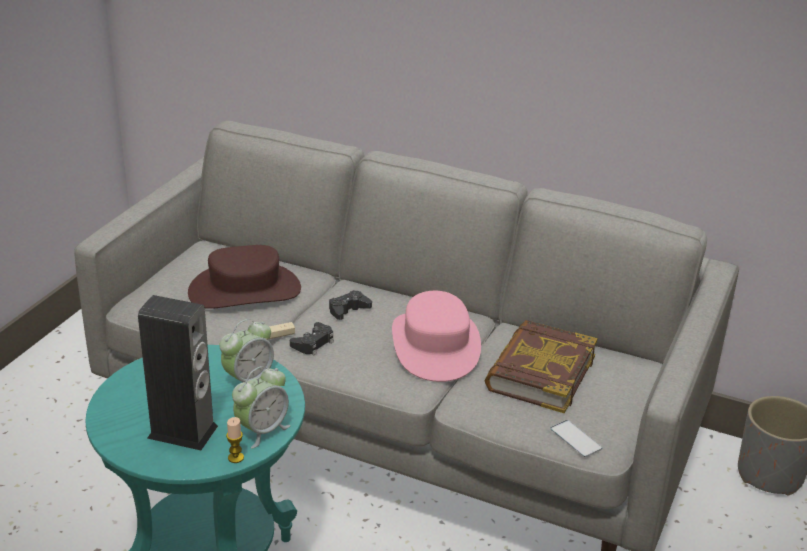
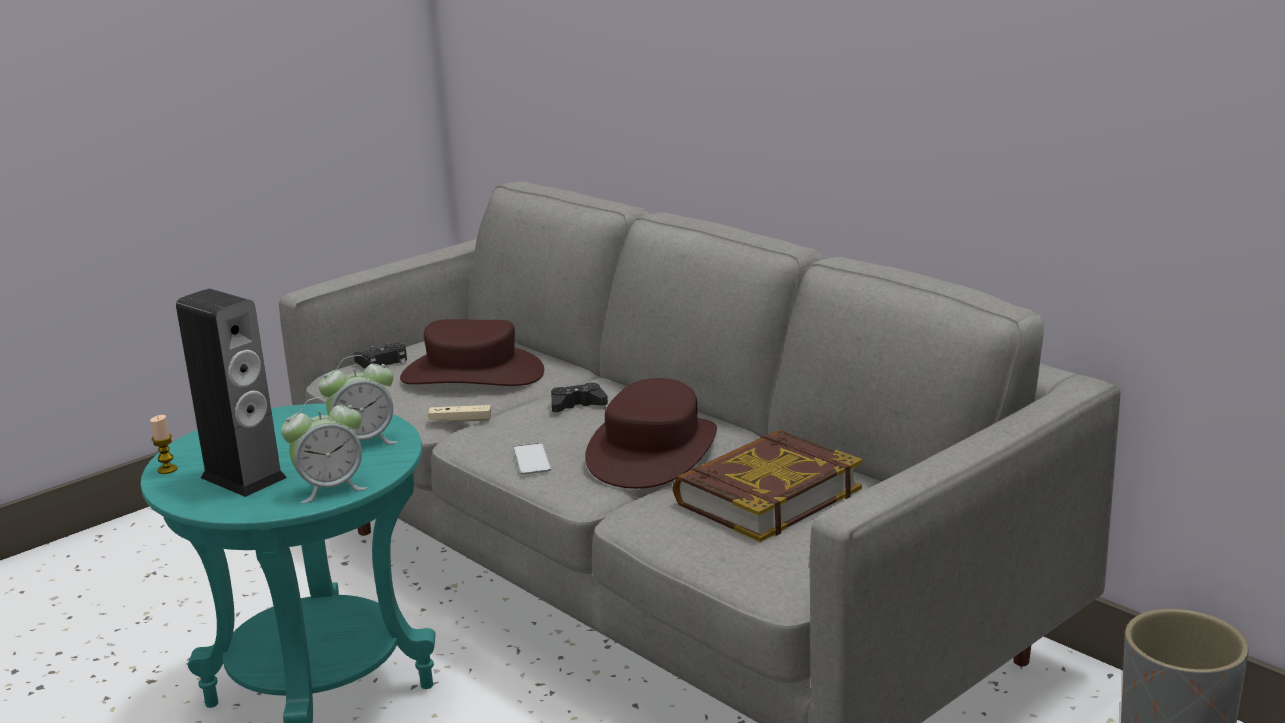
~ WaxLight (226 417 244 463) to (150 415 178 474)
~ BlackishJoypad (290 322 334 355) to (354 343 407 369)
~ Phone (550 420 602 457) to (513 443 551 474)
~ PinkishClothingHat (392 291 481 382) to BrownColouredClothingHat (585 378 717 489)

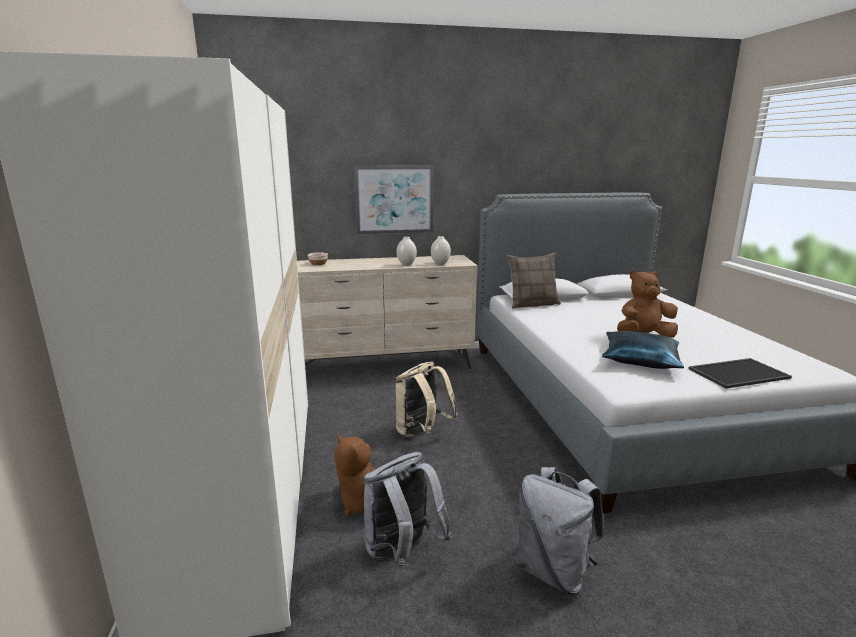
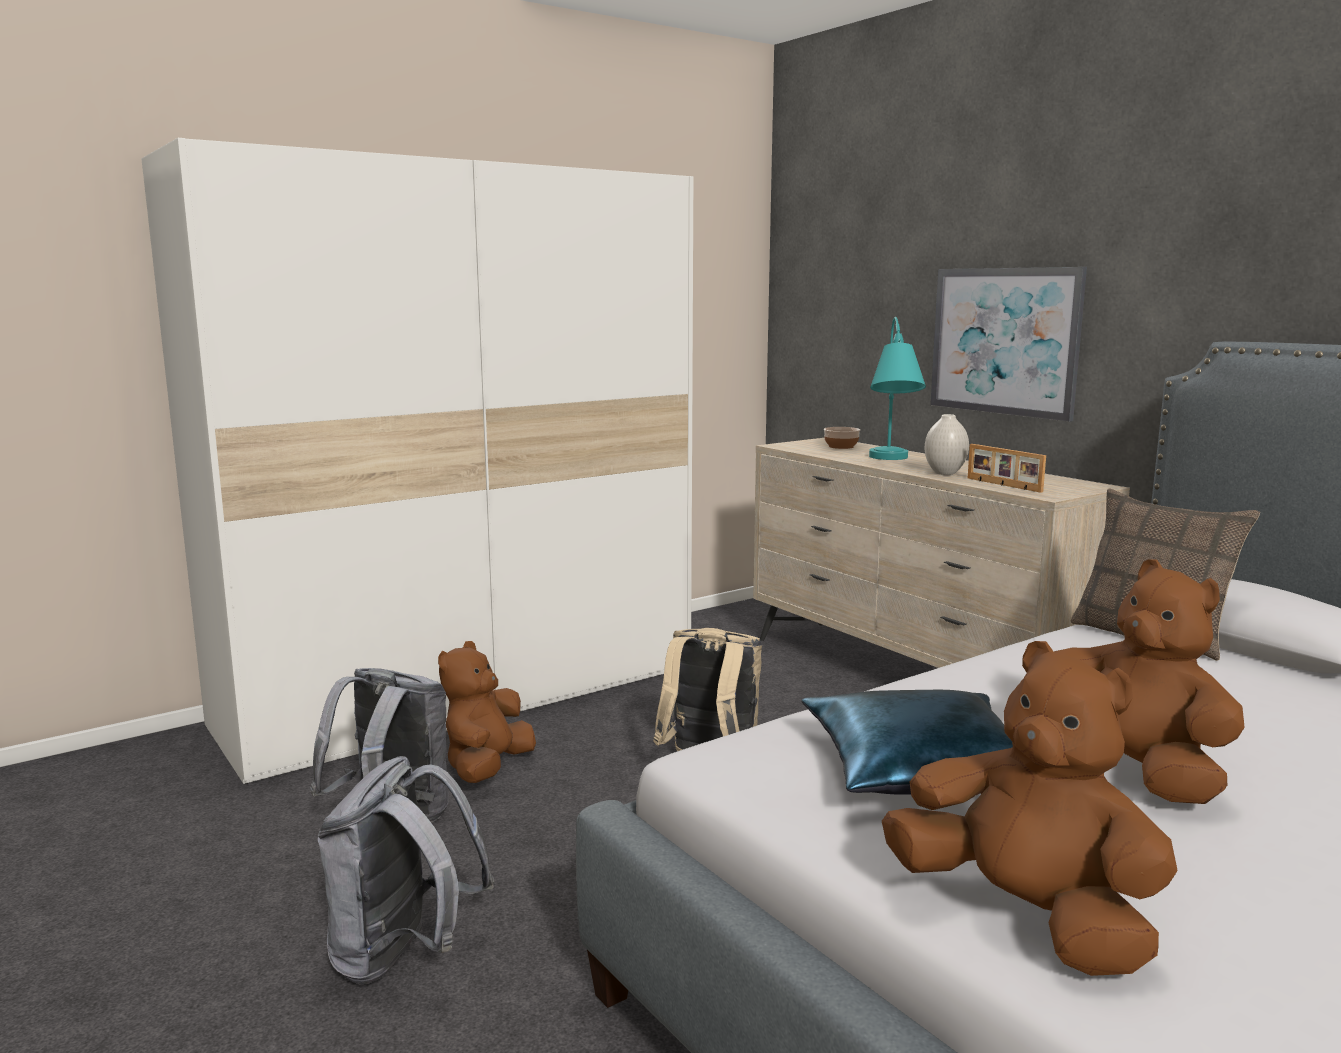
+ TurquoiseColouredTabletopLamp (869 317 926 460)
~ CarryingTray (688 358 792 389) to BrownColouredCuddlyToy (882 641 1178 976)
~ WhiteColouredVase (431 236 451 265) to PictureFrame (968 444 1046 493)

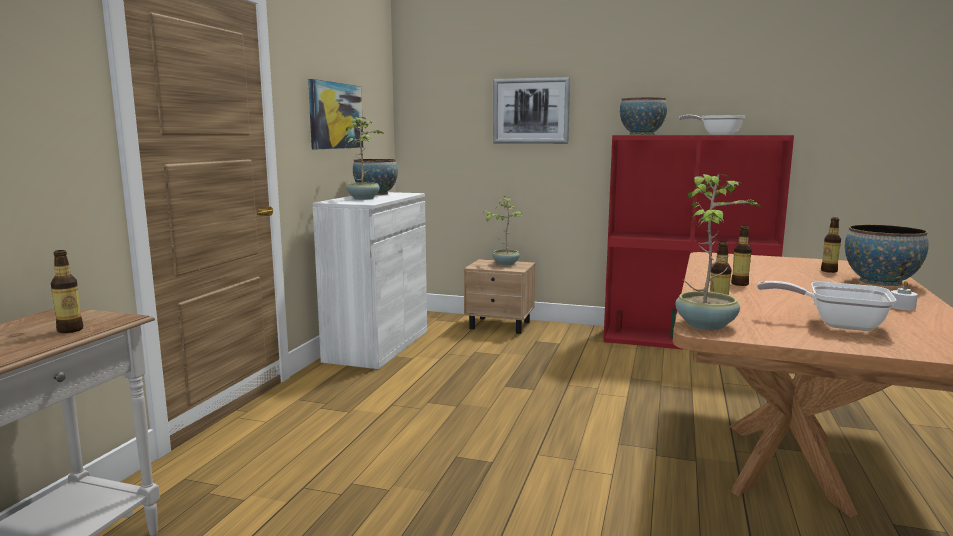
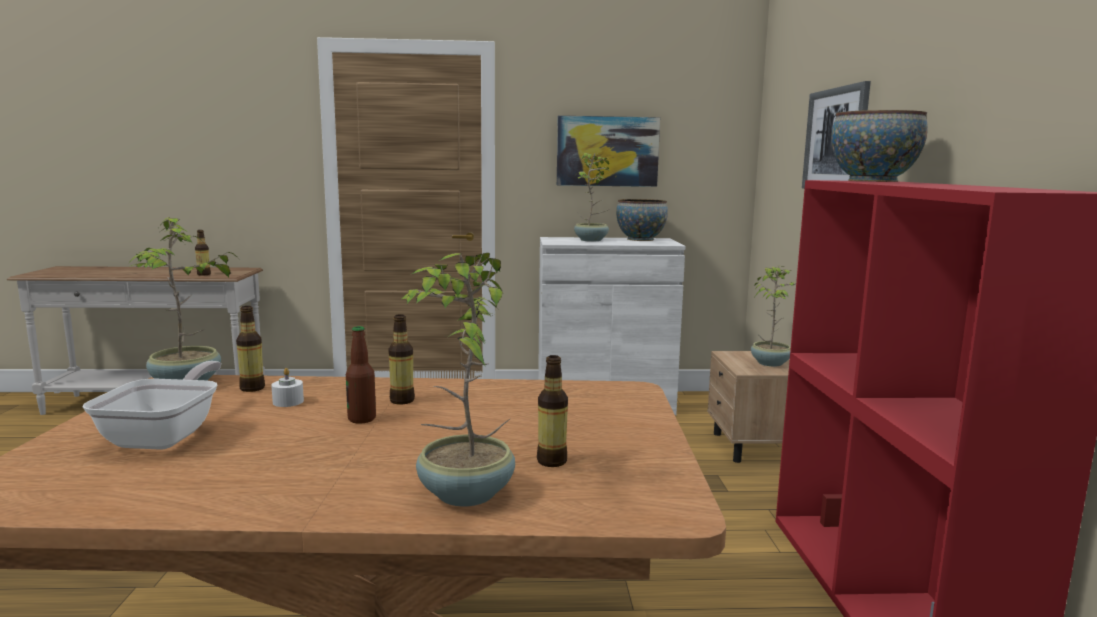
~ WhiteColouredWaxLight (891 281 918 310) to (271 368 304 407)
+ Bottle (346 326 376 424)
~ DeepDish (845 225 929 286) to Houseplant (401 253 515 506)
- Skillet (679 115 745 135)

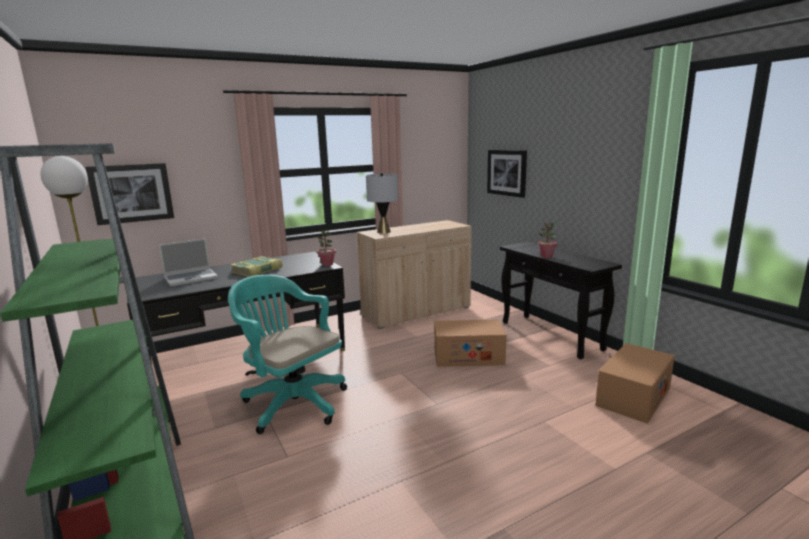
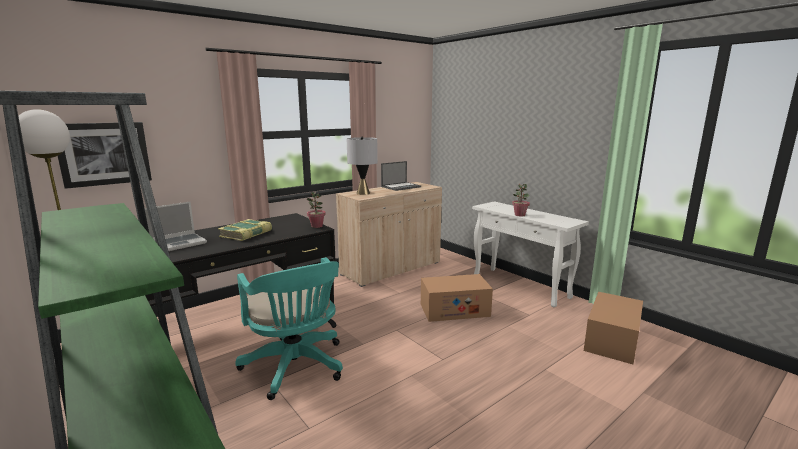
~ TurquoiseColouredDeskChair (228 275 347 434) = (235 257 343 400) 150 degrees counterclockwise
+ PortableComputer (381 161 421 191)
~ BlackishConsoleTable (500 242 622 359) to WhiteColouredConsoleTable (472 201 589 308)
- WallArt (487 150 527 198)

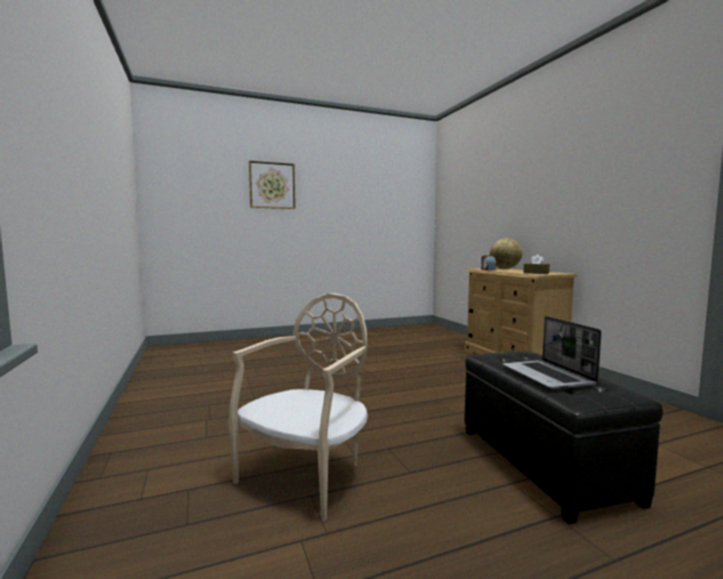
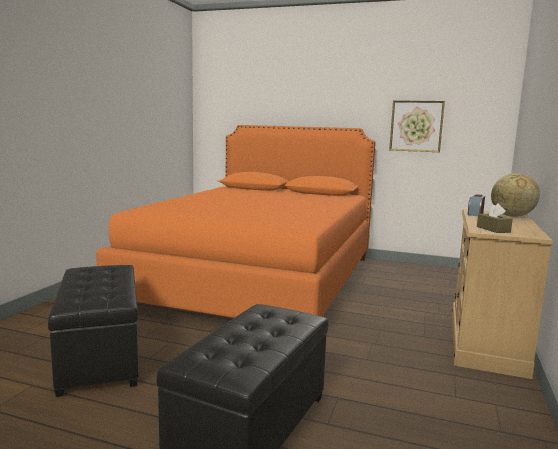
~ BeigeUprightChair (228 293 368 521) to BlackishPouffe (48 265 139 397)
+ OrangeyBed (96 125 376 318)
~ WallArt (249 161 295 209) to (389 100 445 152)
- PortableComputer (502 316 602 390)

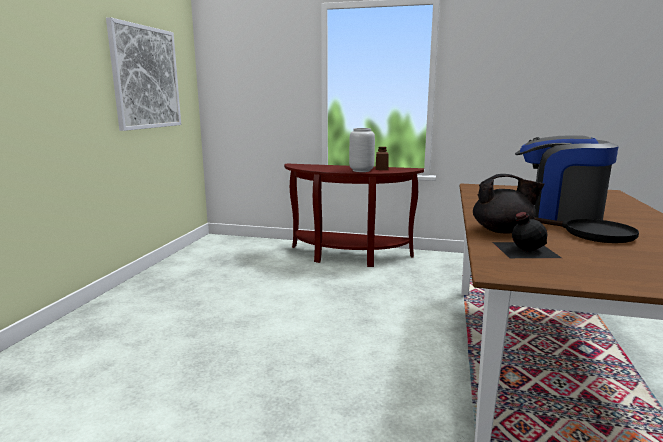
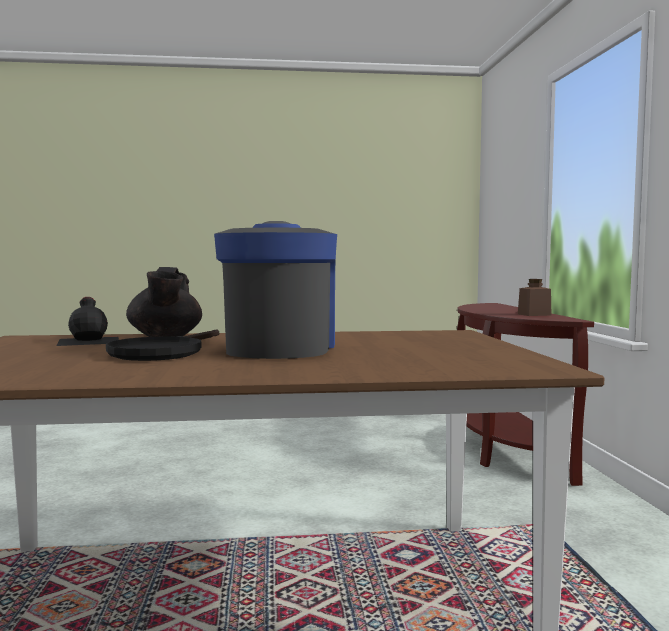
- WallArt (106 17 181 131)
- GrayVase (349 128 375 172)

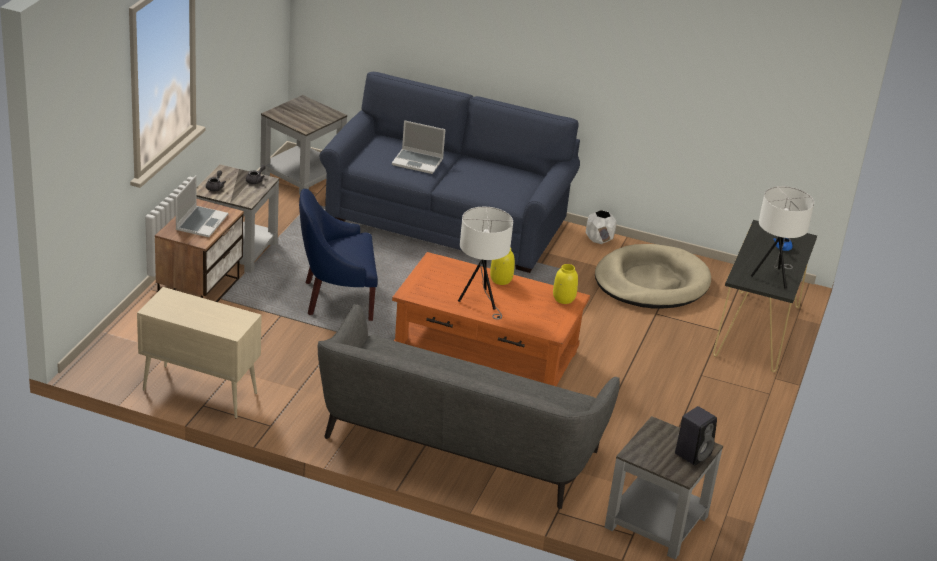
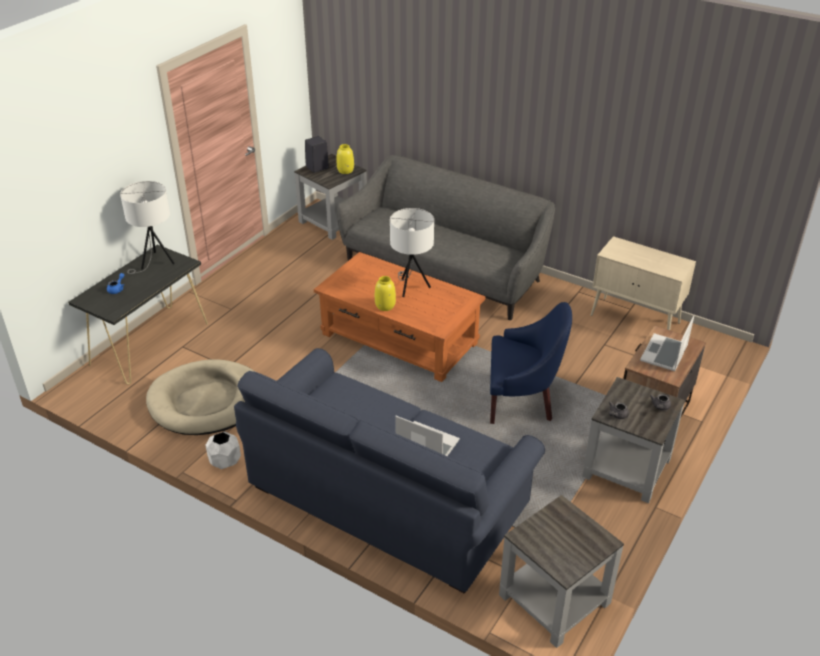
~ YellowishVase (553 264 578 304) to (336 144 354 174)

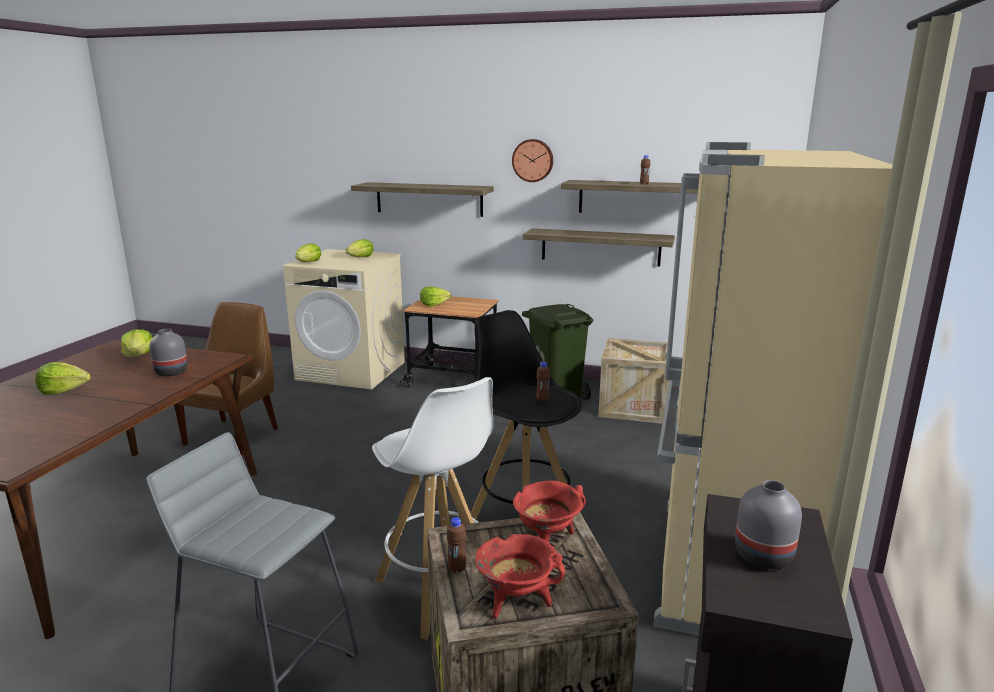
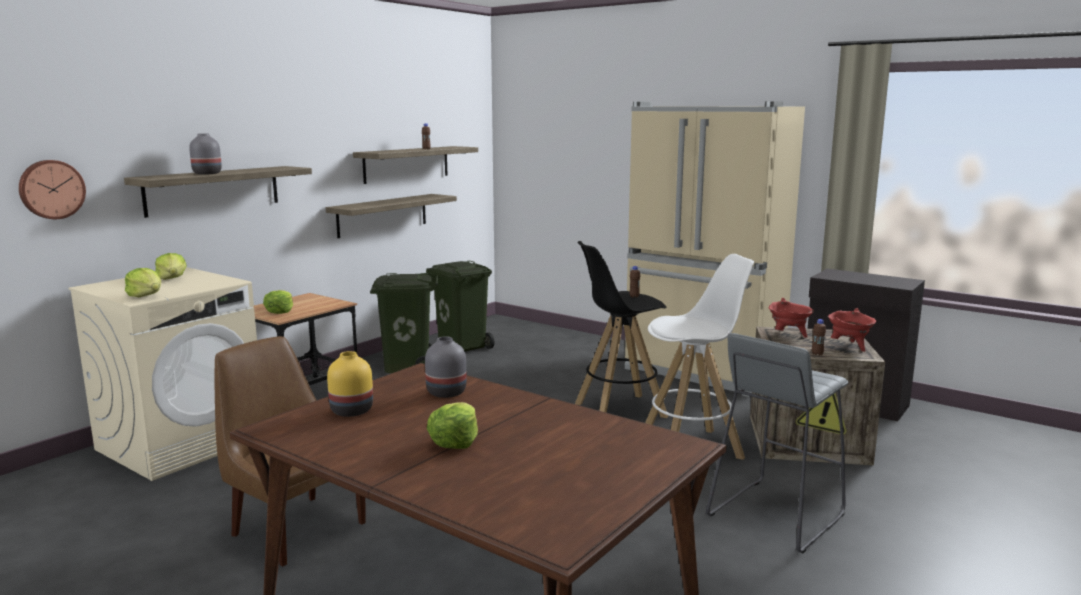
~ WallClock (512 139 553 182) to (19 160 86 219)
~ GrayVase (735 480 802 569) to (189 133 222 174)
~ HeadOfLettuce (121 329 153 357) to YellowishVase (327 351 373 417)
~ Crate (598 338 669 424) to GreenColouredTrashCan (426 261 494 351)

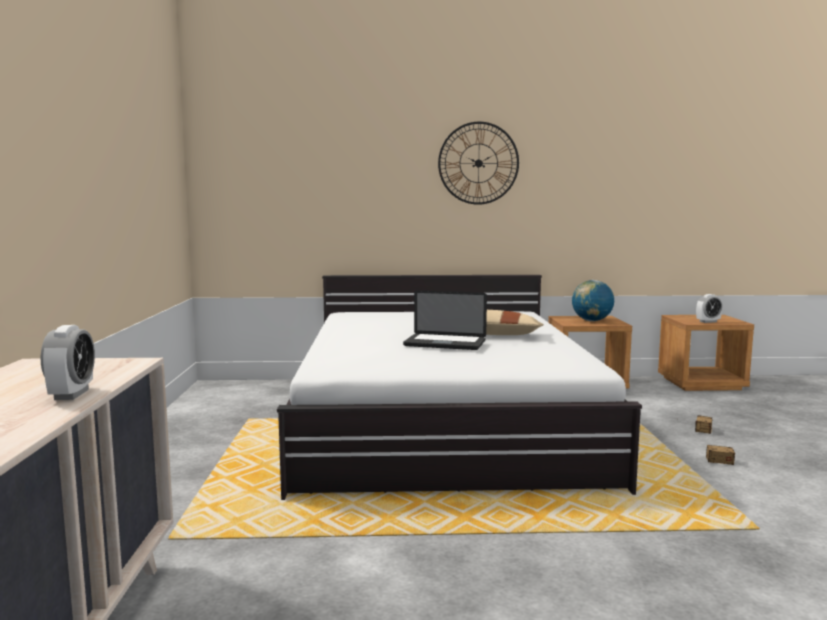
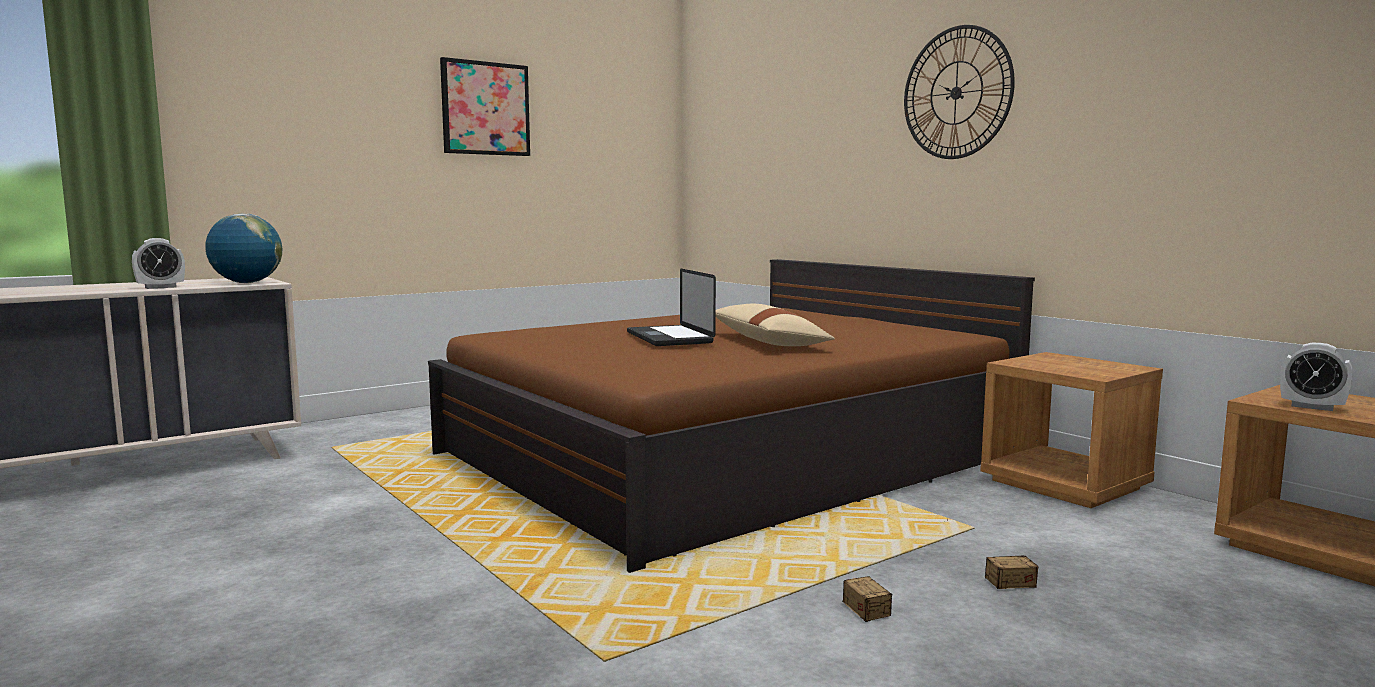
~ WorldGlobe (572 280 614 321) to (205 214 282 283)
~ WhiteColouredBed (277 275 642 500) to BrownColouredBed (428 259 1035 573)
+ WallArt (440 57 530 156)

